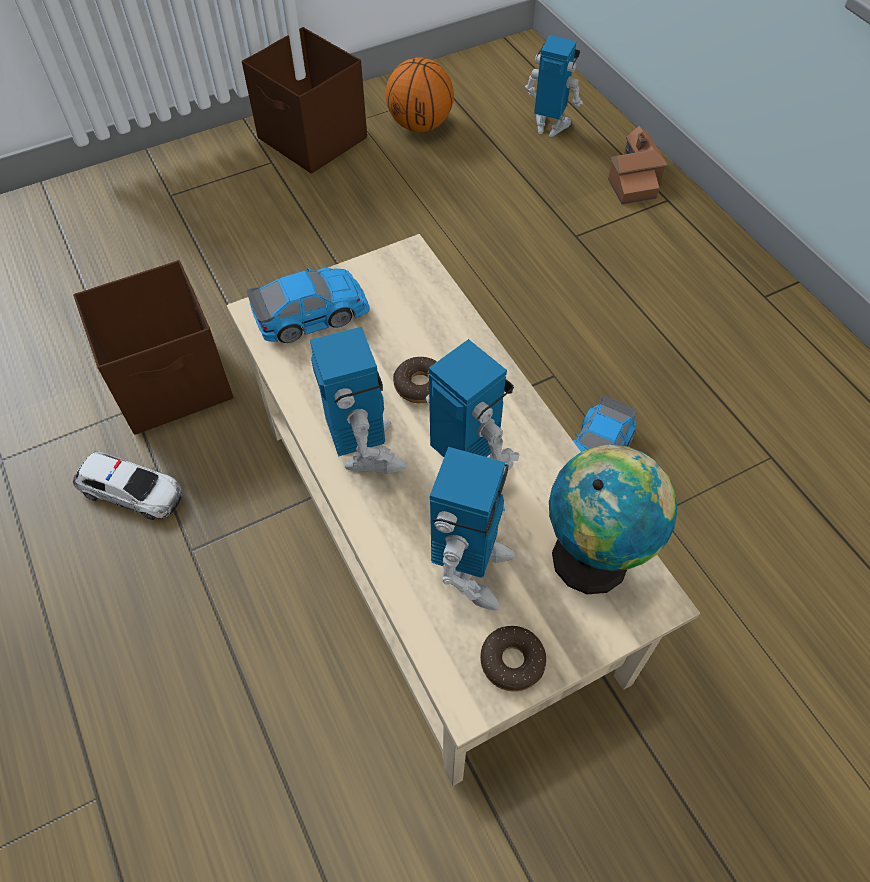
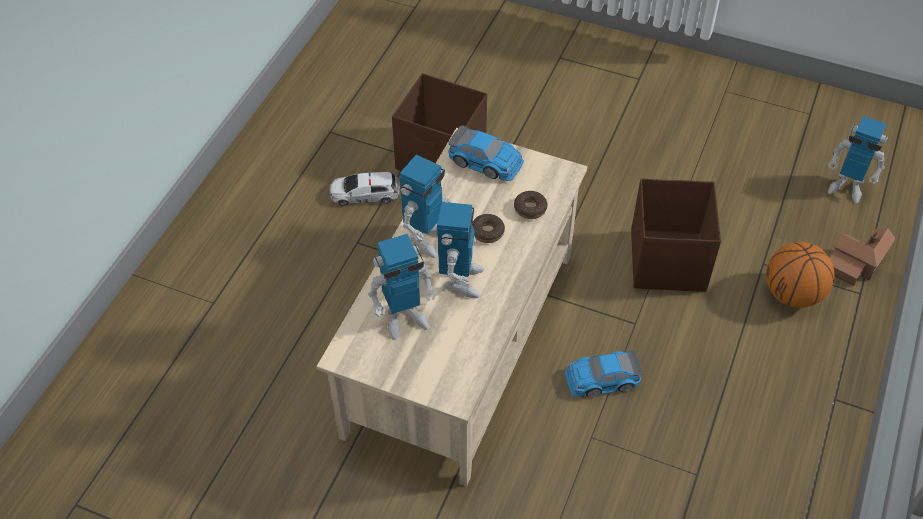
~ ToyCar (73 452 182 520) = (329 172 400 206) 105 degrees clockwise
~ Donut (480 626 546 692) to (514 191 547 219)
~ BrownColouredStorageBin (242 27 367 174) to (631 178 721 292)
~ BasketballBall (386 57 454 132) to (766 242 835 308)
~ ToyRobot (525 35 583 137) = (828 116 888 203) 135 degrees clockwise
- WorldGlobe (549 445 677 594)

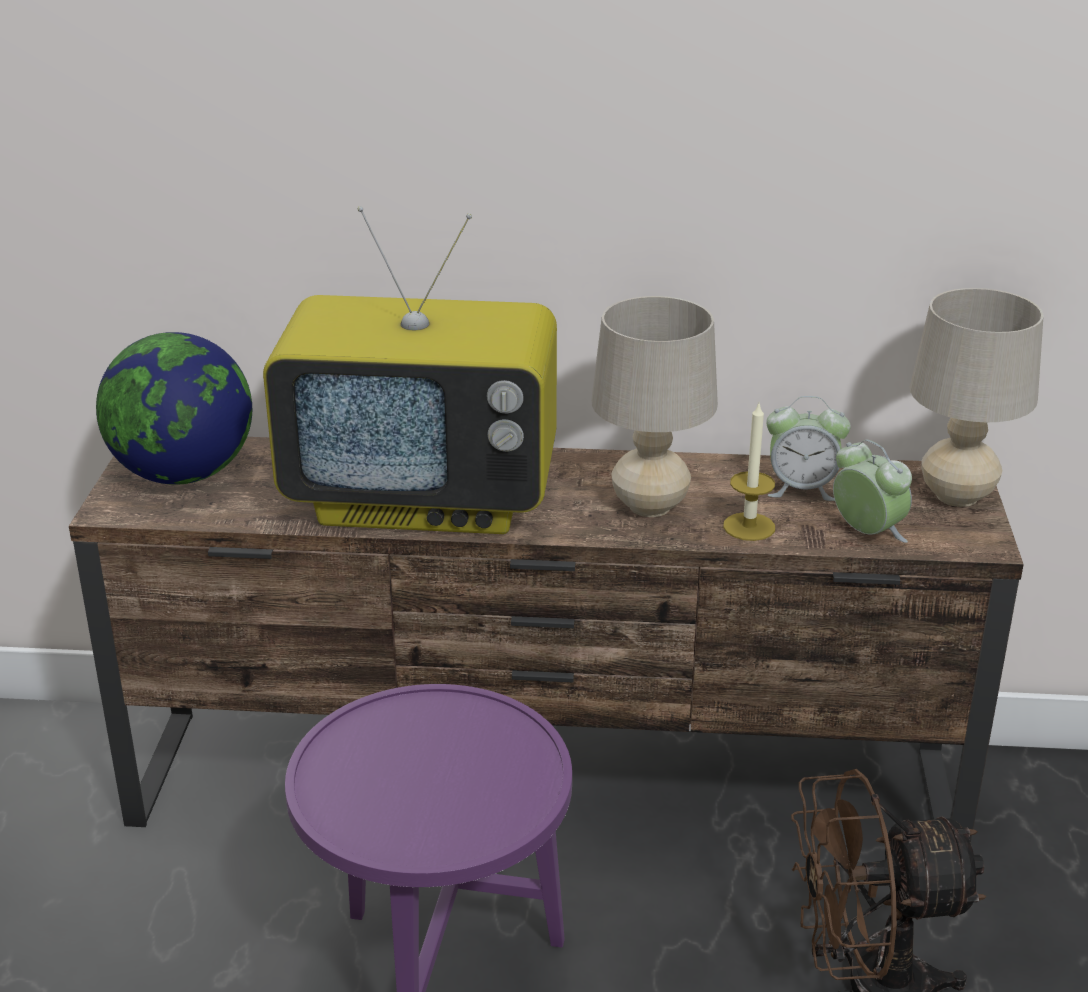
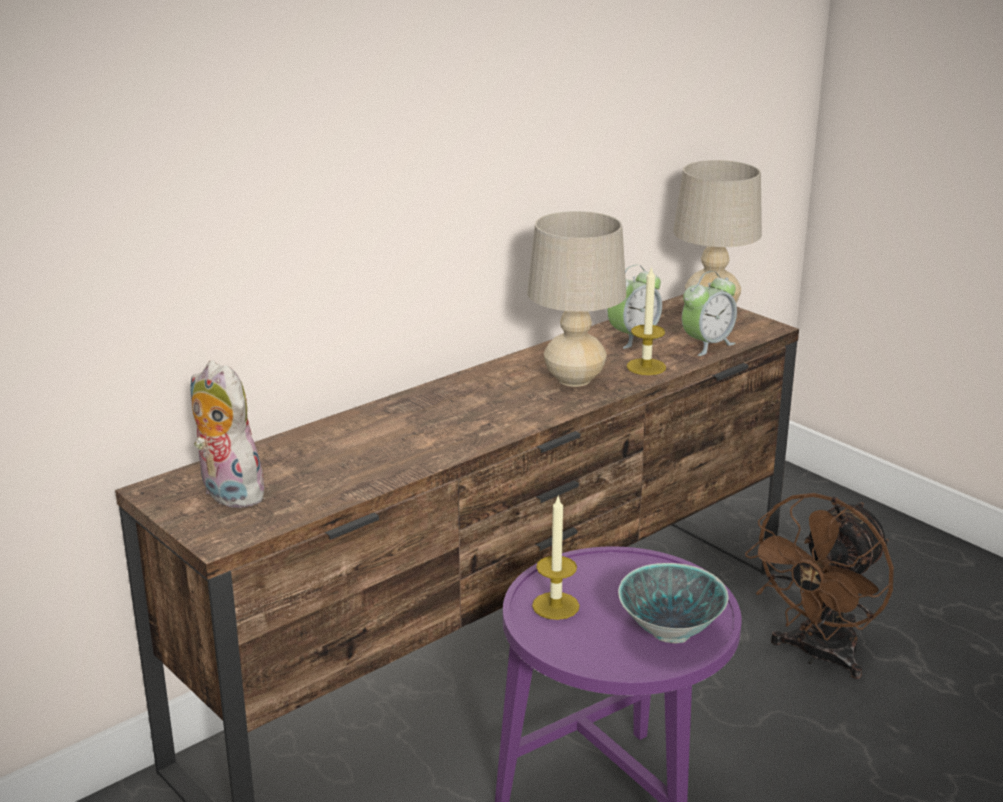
~ WorldGlobe (96 332 252 485) to CuddlyToy (191 360 265 508)
+ WaxLight (532 497 580 620)
+ DeepDish (618 563 729 643)
~ BedsideClock (833 440 912 543) = (682 271 737 356) 135 degrees clockwise
- Tv (263 206 557 534)

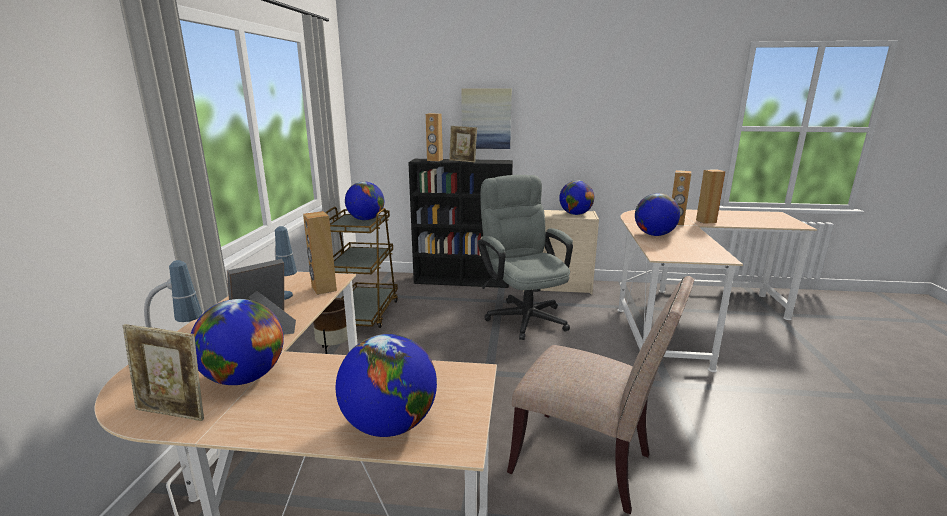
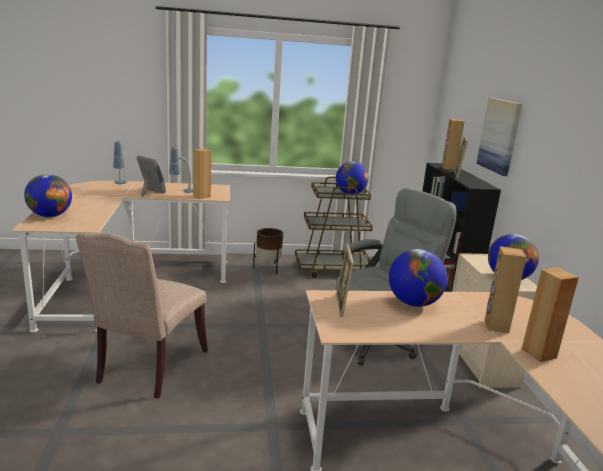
~ PictureFrame (122 324 204 421) to (336 244 354 317)
- WorldGlobe (191 299 284 385)

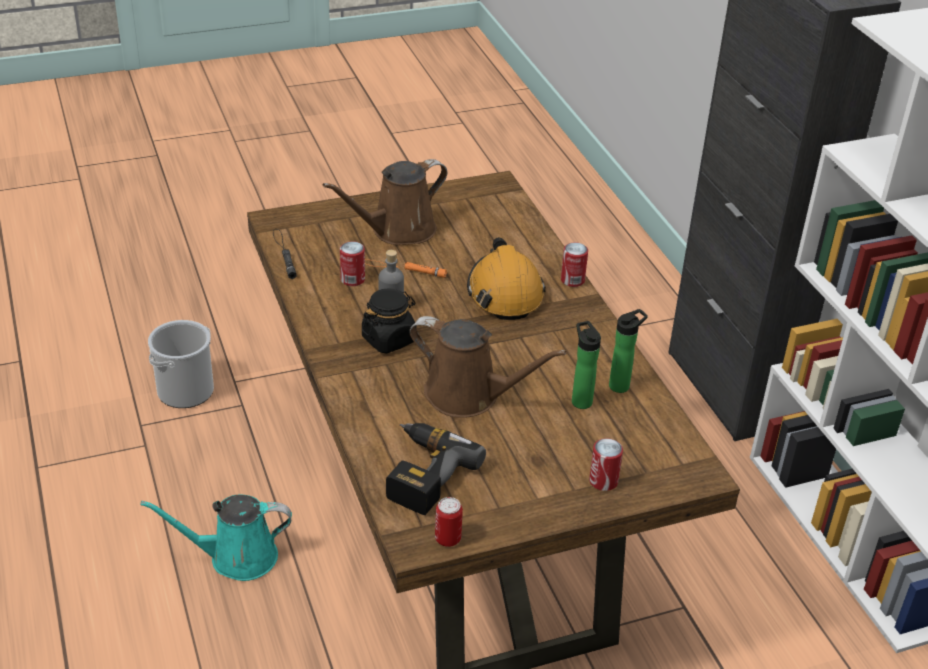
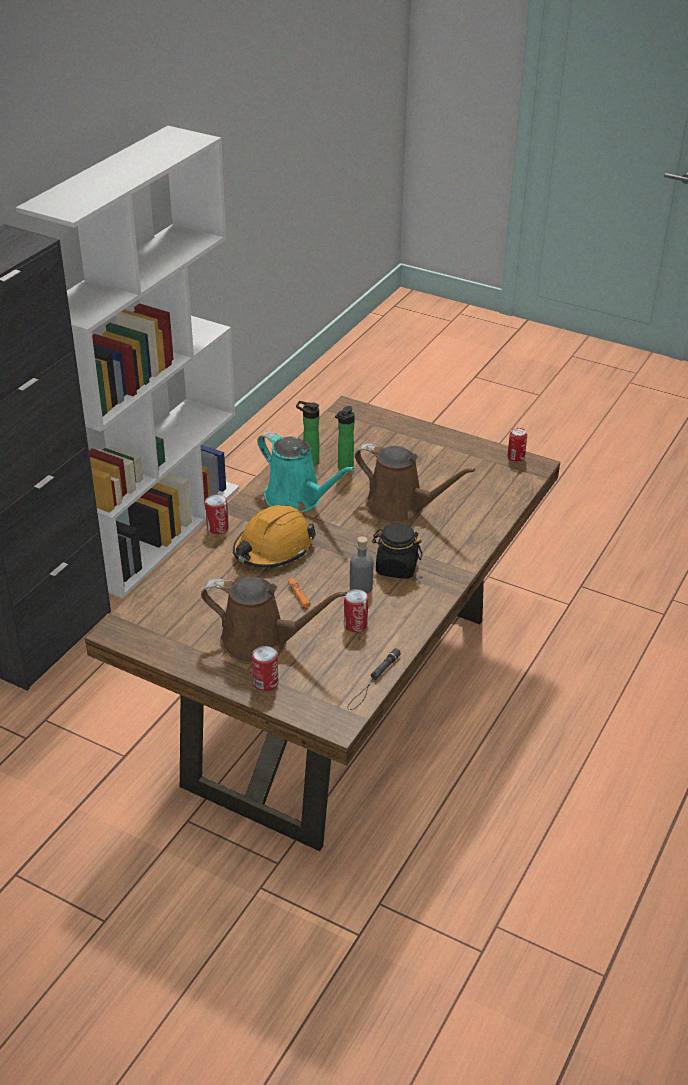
~ SealedCan (589 438 623 491) to (252 646 278 691)
~ TurquoiseColouredSprinklingCan (140 495 292 581) to (257 431 355 513)
~ BrownColouredSprinklingCan (409 316 567 418) = (355 443 475 523) 135 degrees clockwise
- WaterBucket (148 320 214 408)
- PowerDrill (386 423 486 515)

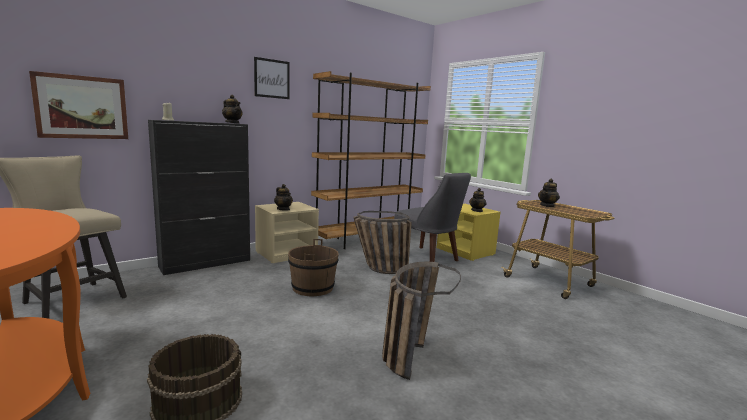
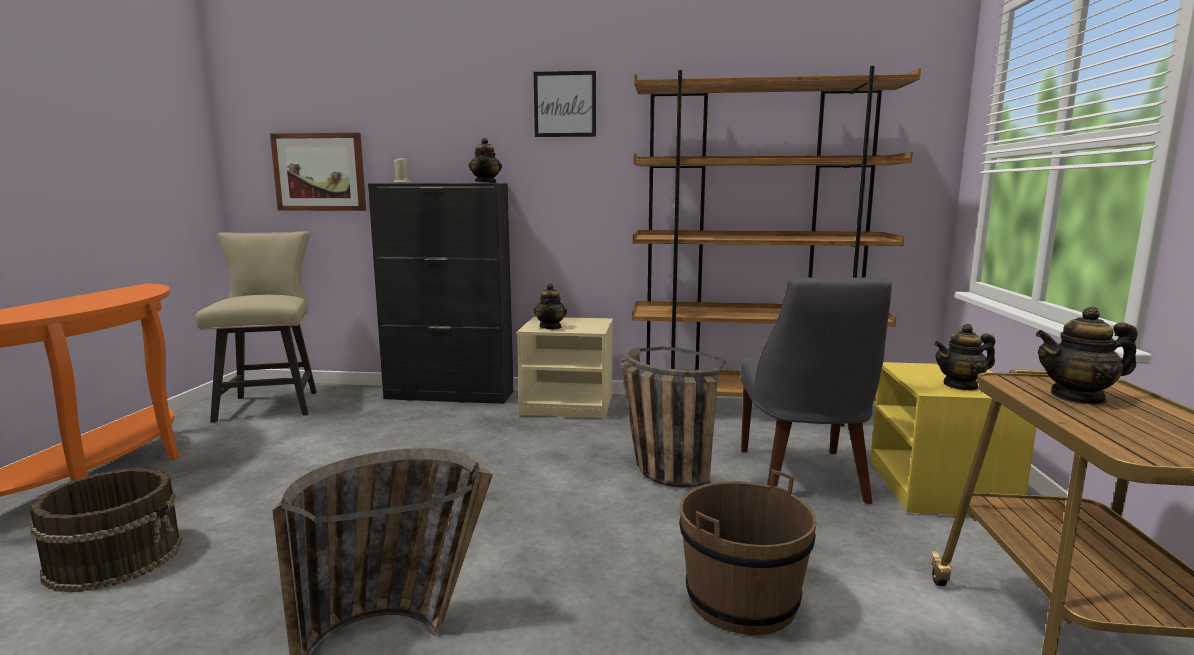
~ BrownColouredWaterBucket (288 239 339 296) to (679 469 817 635)

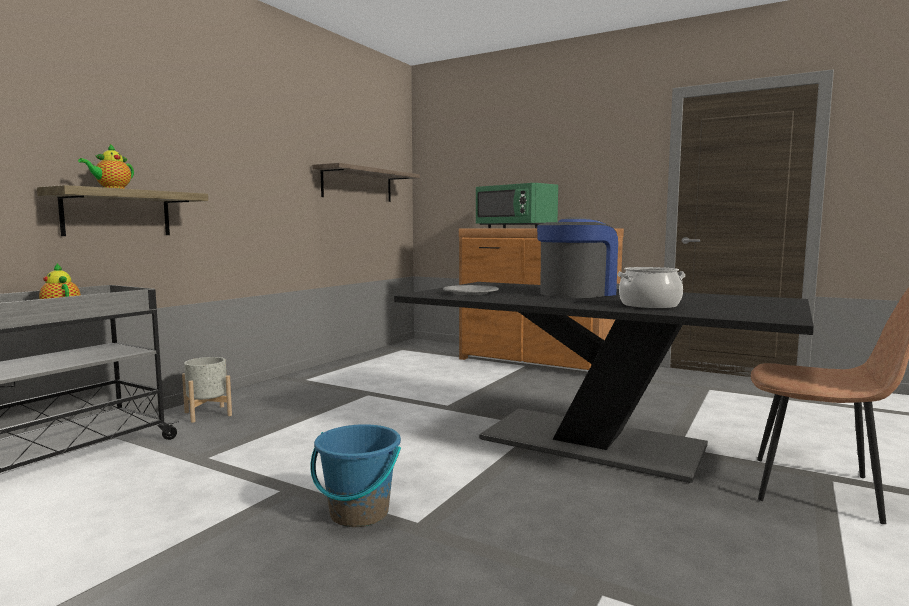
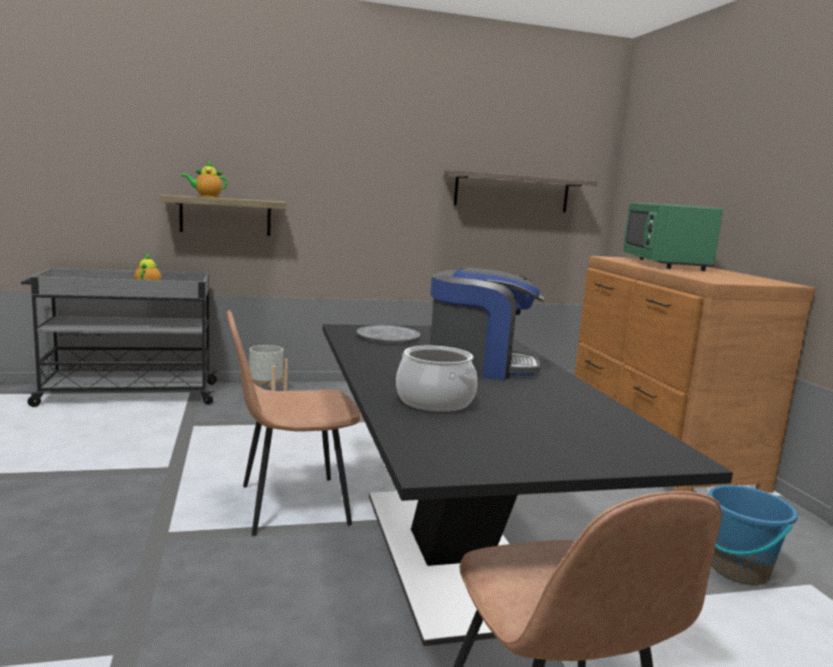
+ BrownColouredUprightChair (227 310 361 536)
~ BlueColouredWaterBucket (310 424 401 527) to (708 484 798 585)

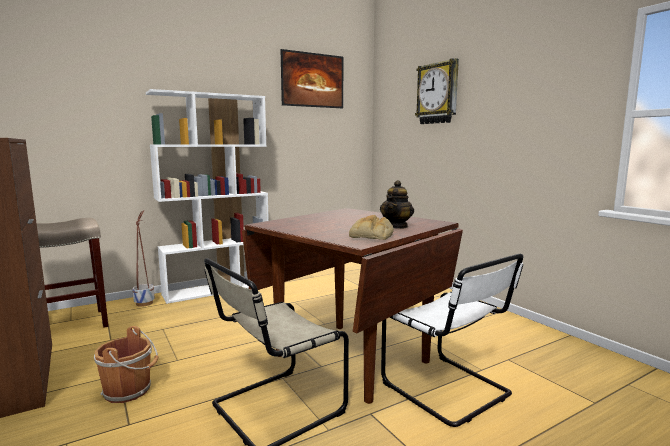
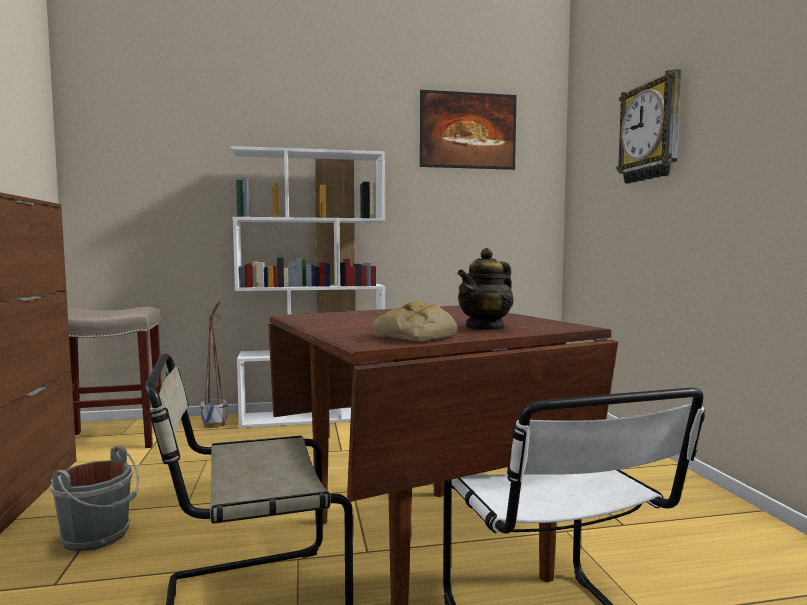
~ BrownColouredWaterBucket (94 326 159 403) to GrayWaterBucket (50 446 139 552)

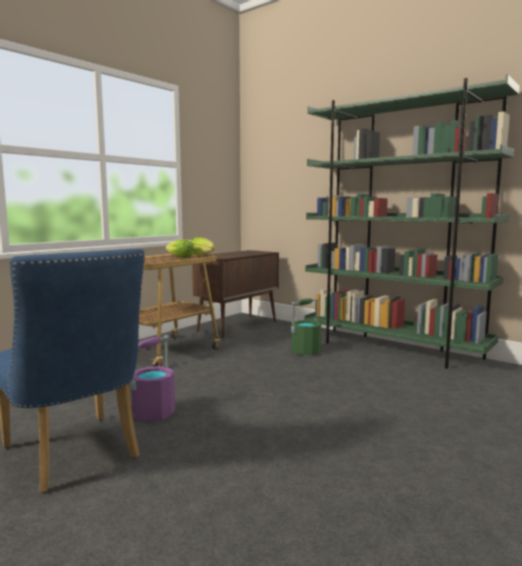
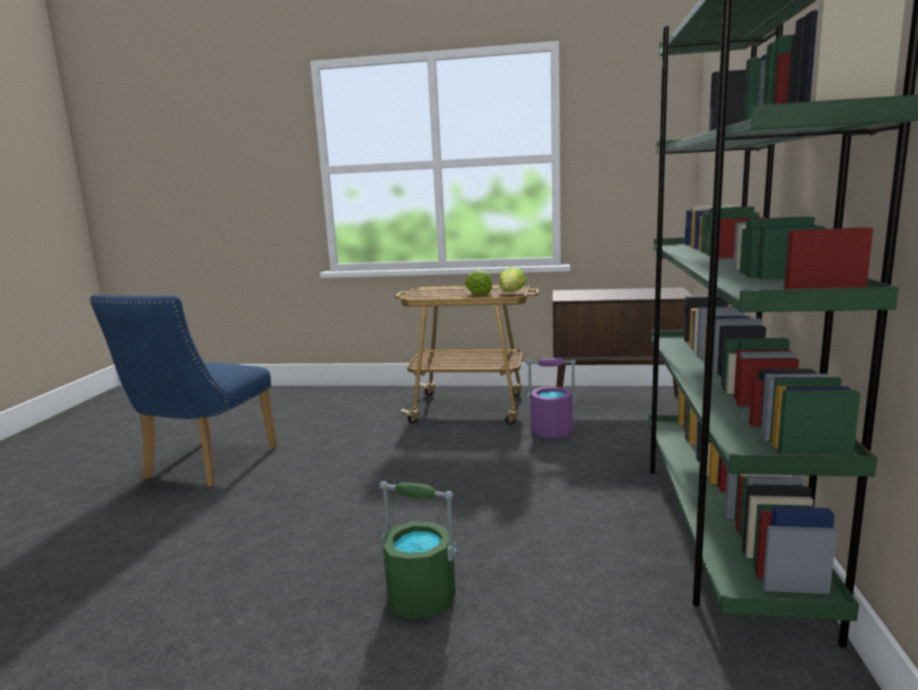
~ GreenColouredWaterBucket (291 298 321 355) to (379 481 457 619)
~ PurpleWaterBucket (130 335 175 421) to (526 358 577 438)

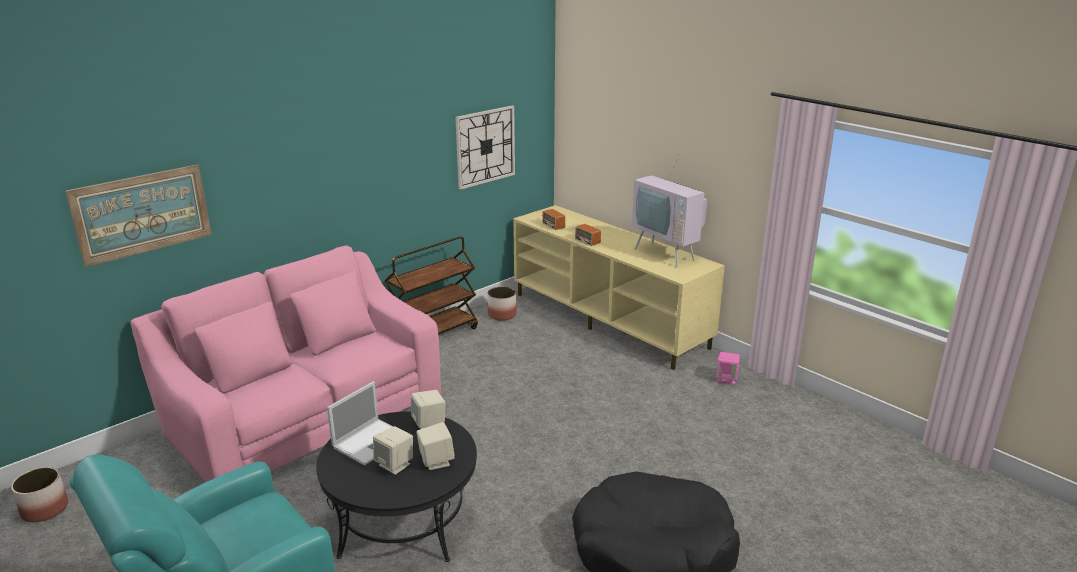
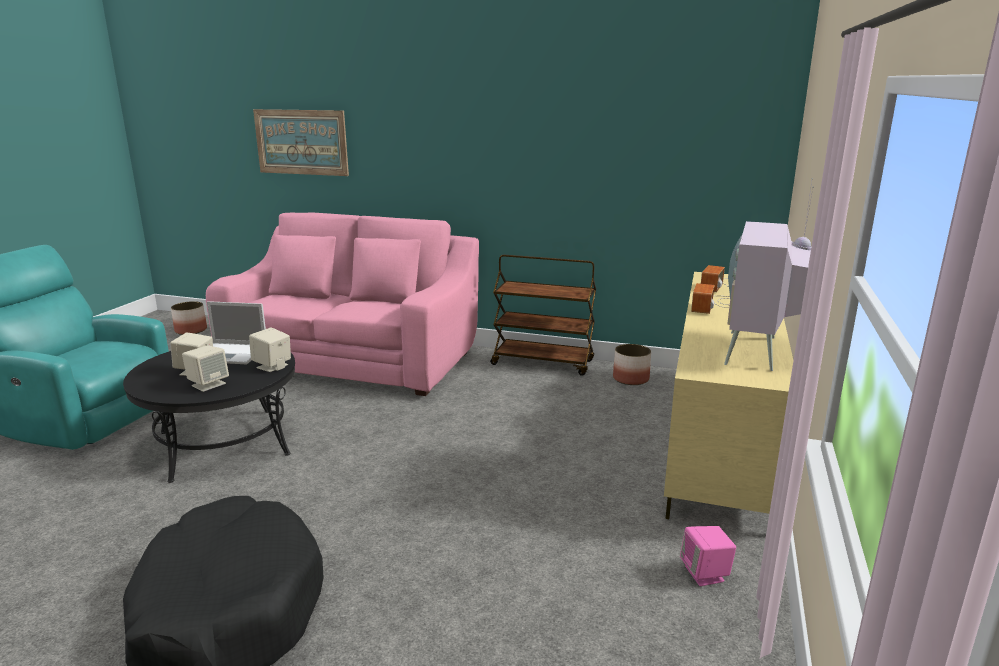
- WallClock (455 106 515 190)

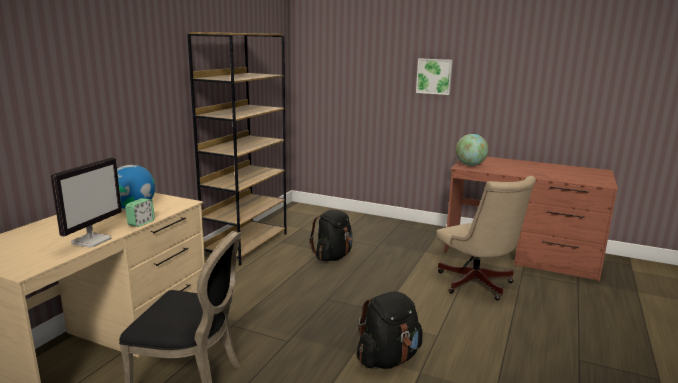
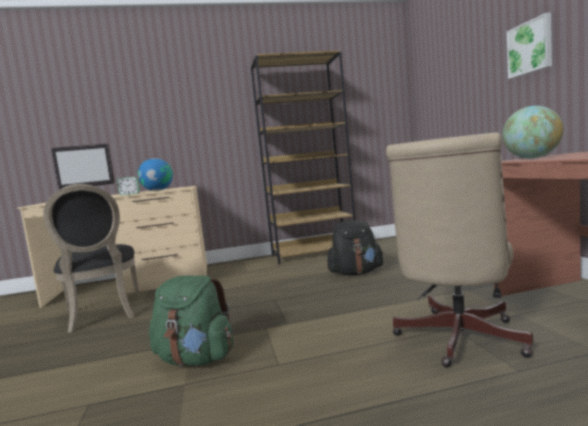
~ BlackishBackpack (357 291 423 369) to GreenColouredBackpack (149 276 233 366)

